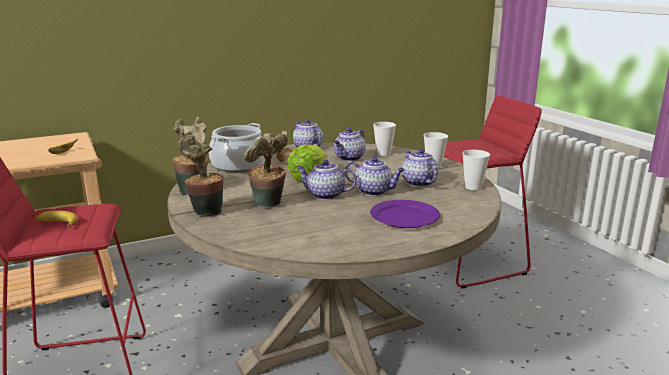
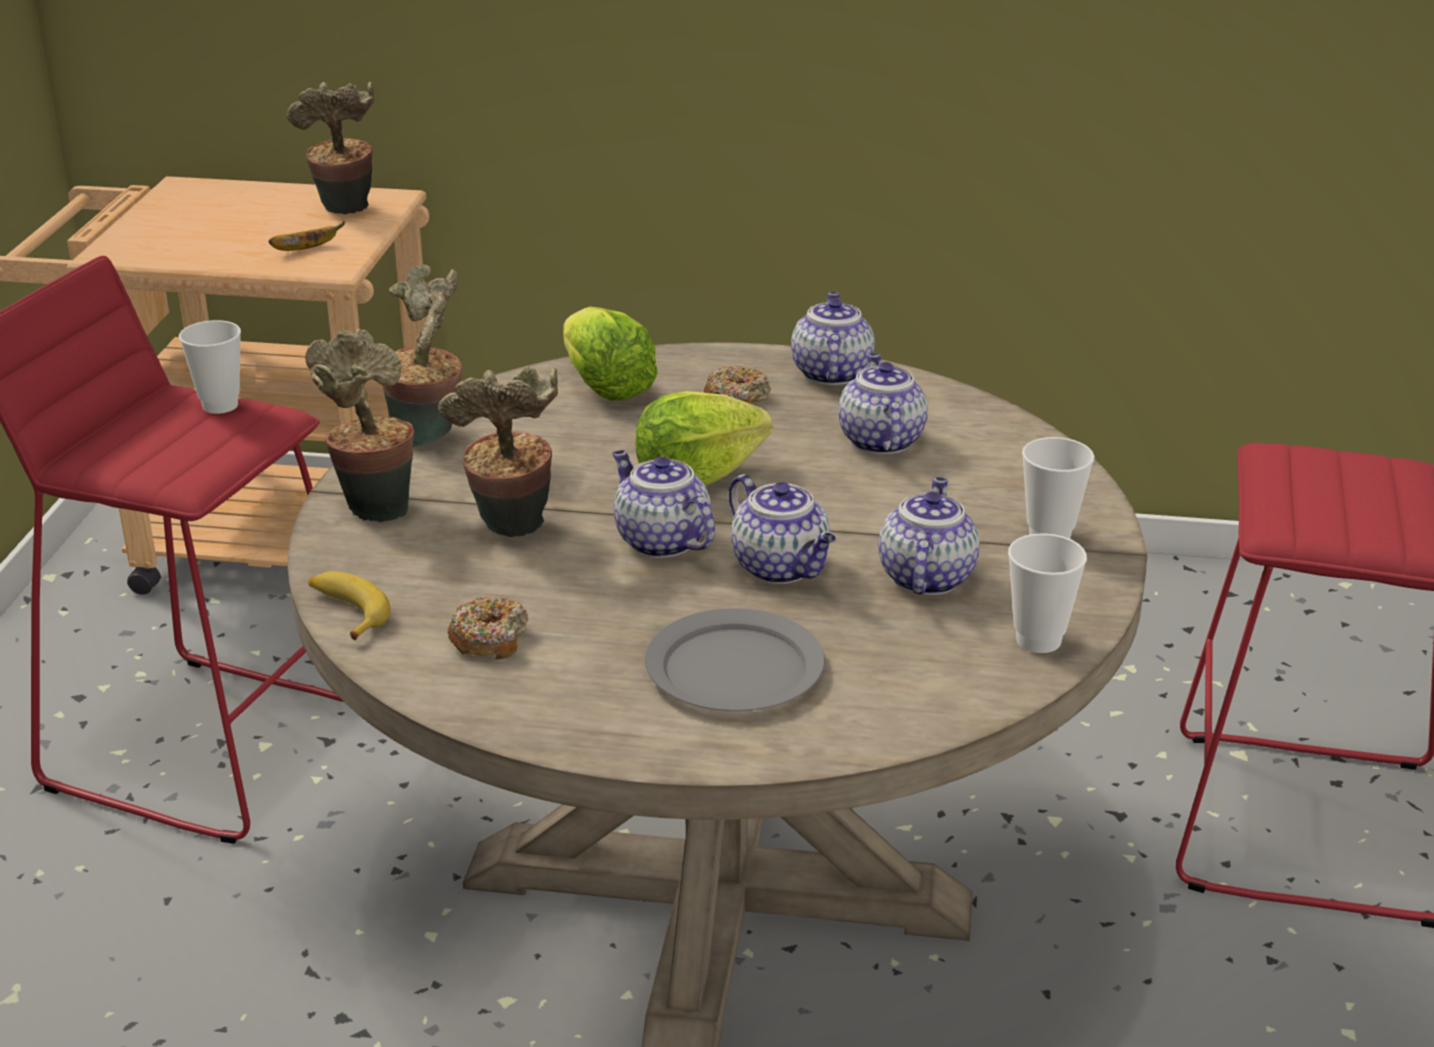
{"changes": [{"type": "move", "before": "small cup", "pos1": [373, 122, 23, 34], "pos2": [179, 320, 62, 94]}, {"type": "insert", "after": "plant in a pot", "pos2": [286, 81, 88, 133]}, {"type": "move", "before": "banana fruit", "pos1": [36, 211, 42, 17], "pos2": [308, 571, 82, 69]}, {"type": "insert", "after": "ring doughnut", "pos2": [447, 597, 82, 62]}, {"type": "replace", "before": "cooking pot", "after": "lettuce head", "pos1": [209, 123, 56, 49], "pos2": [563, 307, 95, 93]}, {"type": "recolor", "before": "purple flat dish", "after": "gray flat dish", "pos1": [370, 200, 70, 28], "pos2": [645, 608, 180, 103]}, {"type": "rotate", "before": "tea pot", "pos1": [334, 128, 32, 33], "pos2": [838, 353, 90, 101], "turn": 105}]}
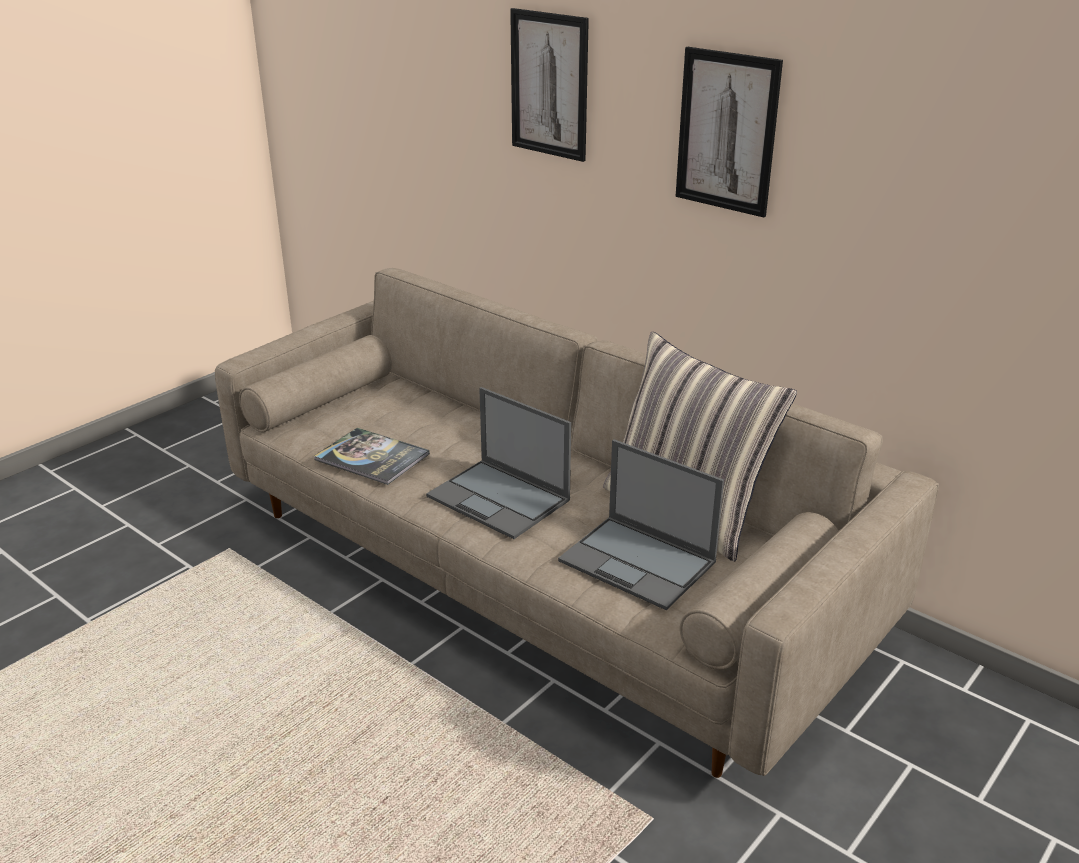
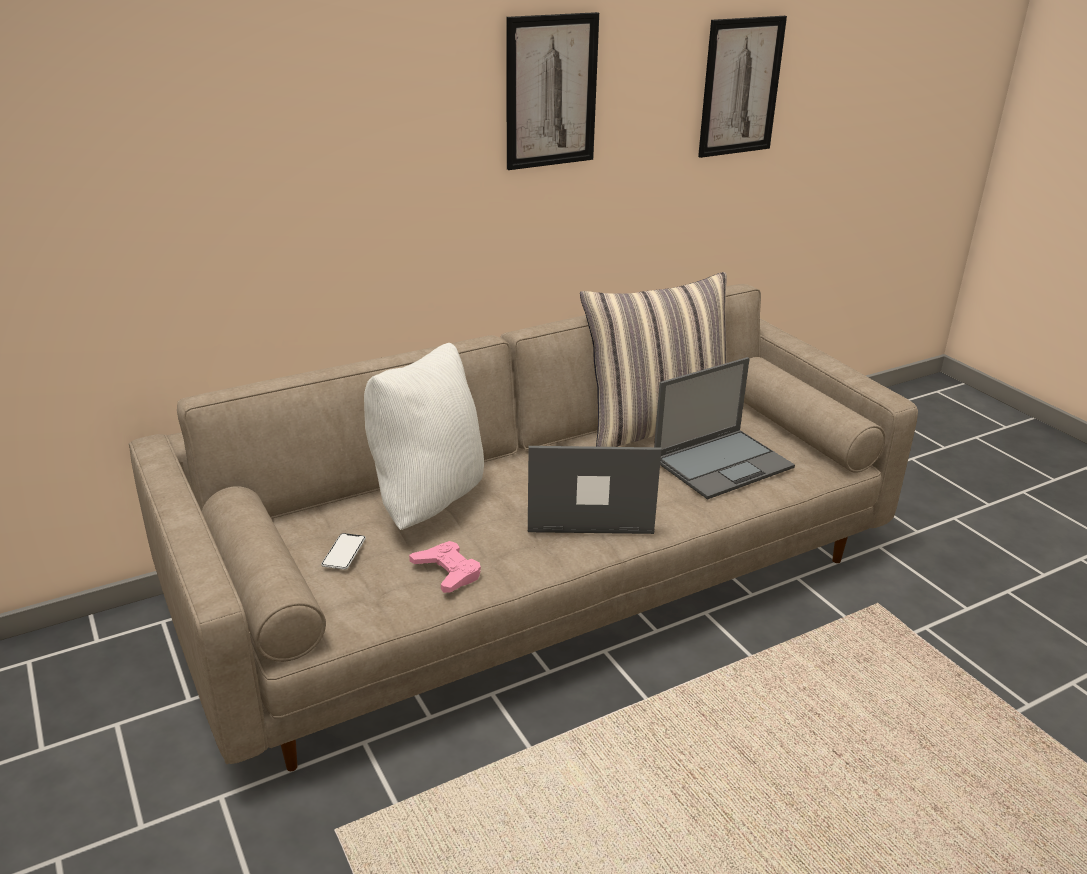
{"changes": [{"type": "insert", "after": "handset", "pos2": [321, 533, 45, 37]}, {"type": "insert", "after": "white-coloured throw pillow", "pos2": [364, 343, 120, 187]}, {"type": "replace", "before": "bound book", "after": "pink-coloured joypad", "pos1": [314, 428, 116, 57], "pos2": [409, 541, 72, 52]}, {"type": "rotate", "before": "laptop", "pos1": [426, 387, 145, 152], "pos2": [528, 446, 134, 88], "turn": -150}, {"type": "move", "before": "wall picture", "pos1": [510, 8, 79, 154], "pos2": [698, 16, 89, 142]}]}
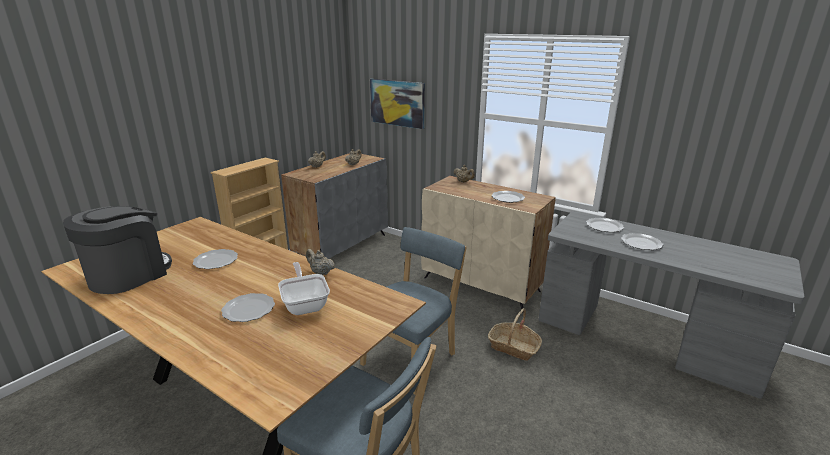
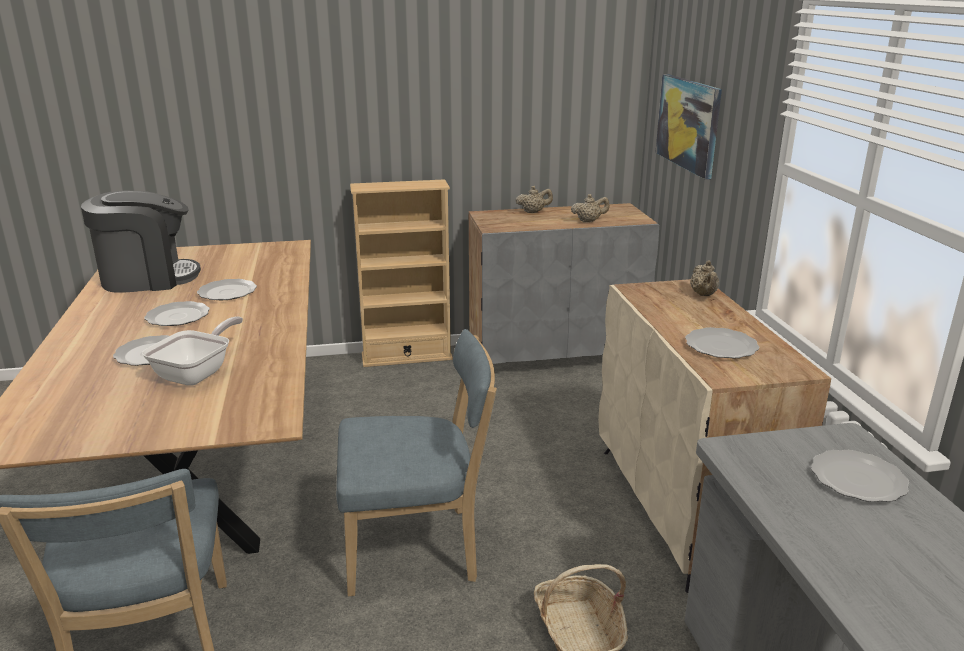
{"changes": [{"type": "move", "before": "flat dish", "pos1": [621, 233, 42, 17], "pos2": [144, 301, 66, 25]}, {"type": "delete", "before": "sand-coloured tea pot", "pos1": [306, 249, 29, 26]}]}
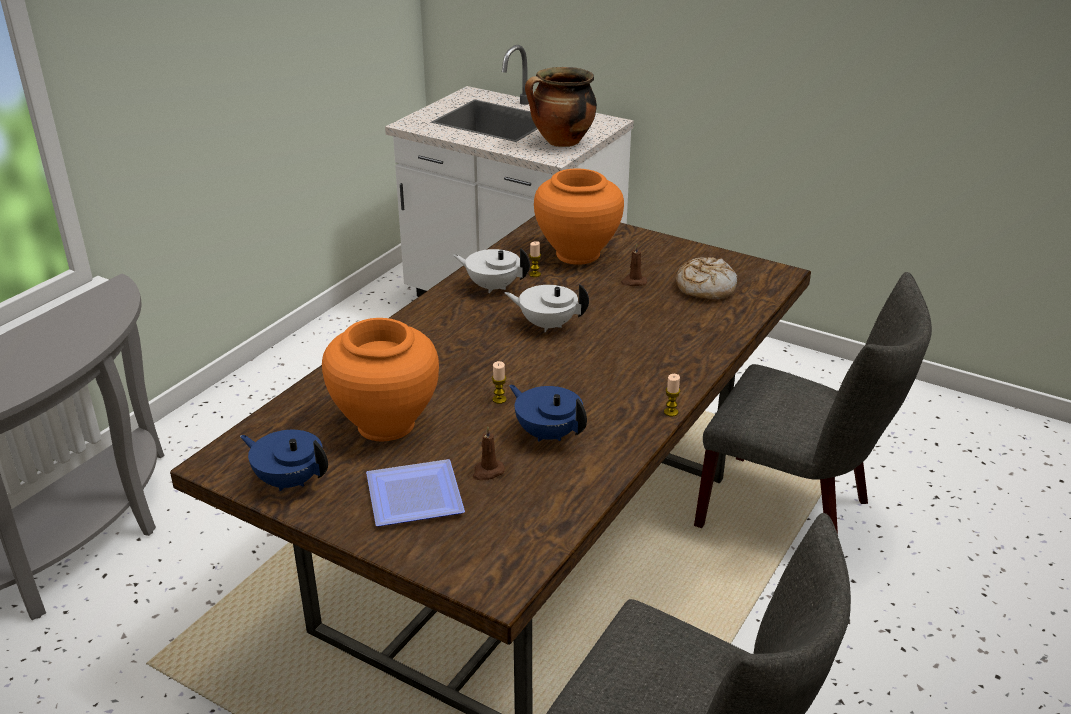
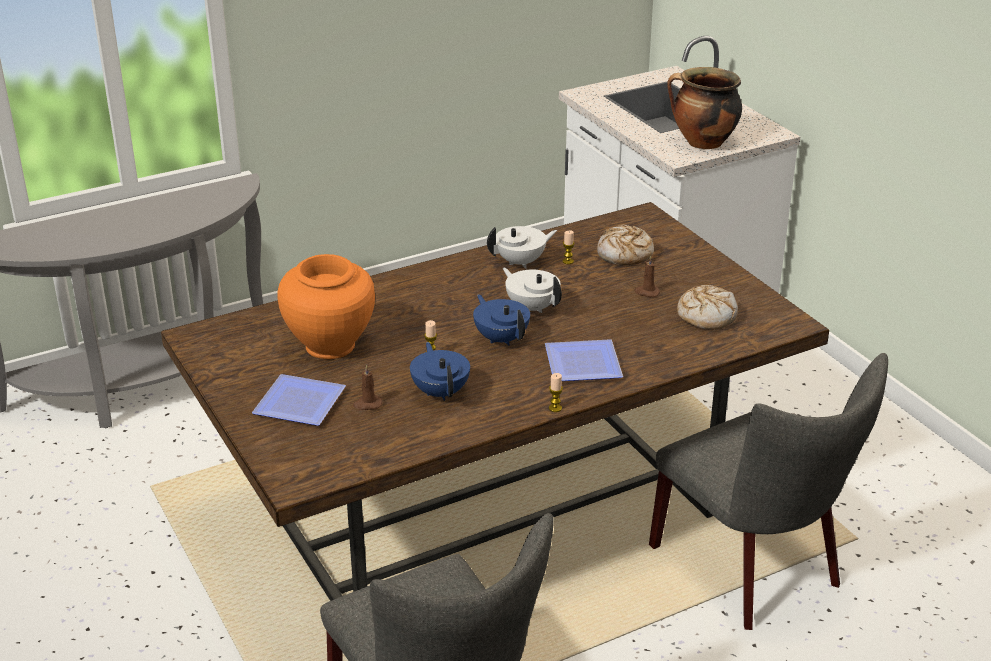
{"changes": [{"type": "move", "before": "blue-coloured tea pot", "pos1": [240, 430, 88, 61], "pos2": [473, 294, 57, 52]}, {"type": "rotate", "before": "white-coloured tea pot", "pos1": [453, 248, 77, 45], "pos2": [487, 226, 70, 43], "turn": 105}, {"type": "insert", "after": "flat dish", "pos2": [545, 339, 78, 42]}, {"type": "replace", "before": "orange flower vase", "after": "bread", "pos1": [534, 168, 90, 97], "pos2": [597, 224, 57, 41]}]}
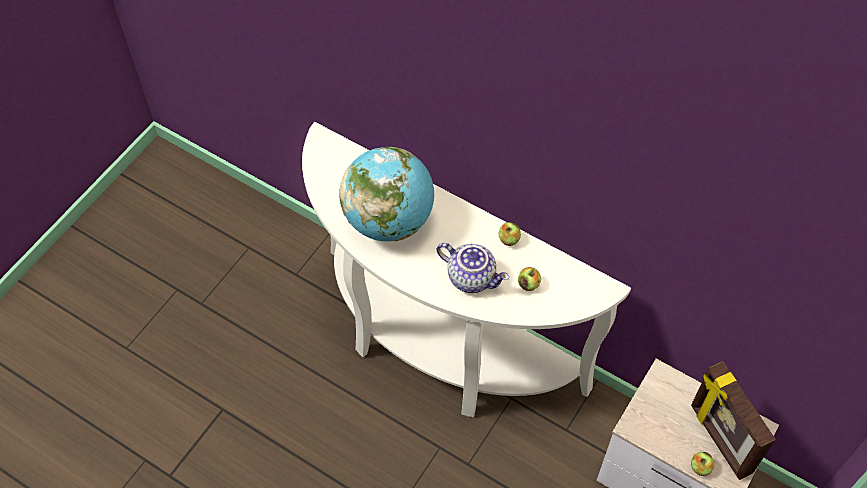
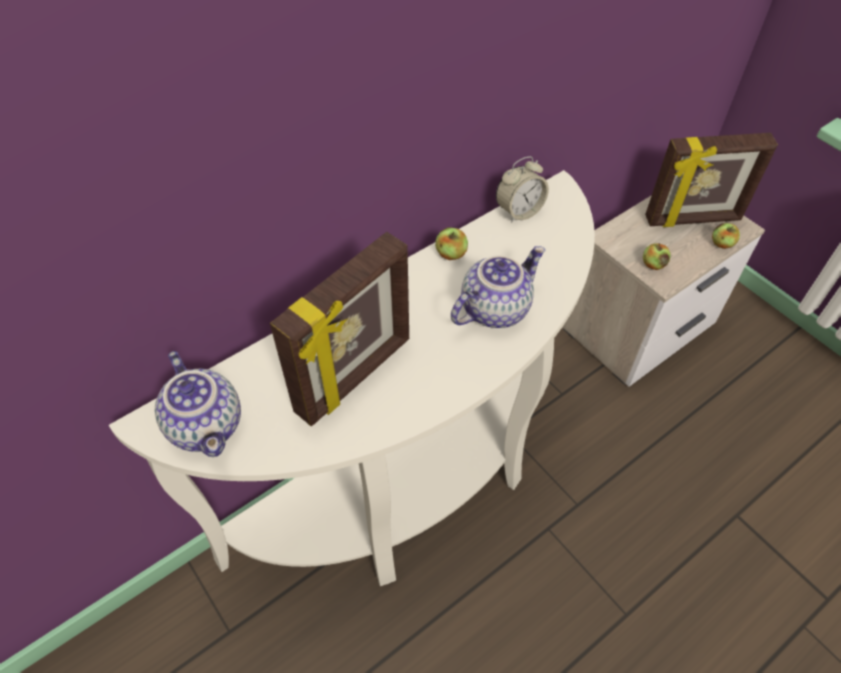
{"changes": [{"type": "insert", "after": "tea pot", "pos2": [155, 351, 86, 106]}, {"type": "replace", "before": "desk globe", "after": "standing frame", "pos1": [339, 147, 95, 94], "pos2": [270, 232, 139, 194]}, {"type": "insert", "after": "alarm clock", "pos2": [496, 156, 53, 67]}, {"type": "move", "before": "apple", "pos1": [518, 267, 23, 24], "pos2": [643, 243, 28, 27]}]}
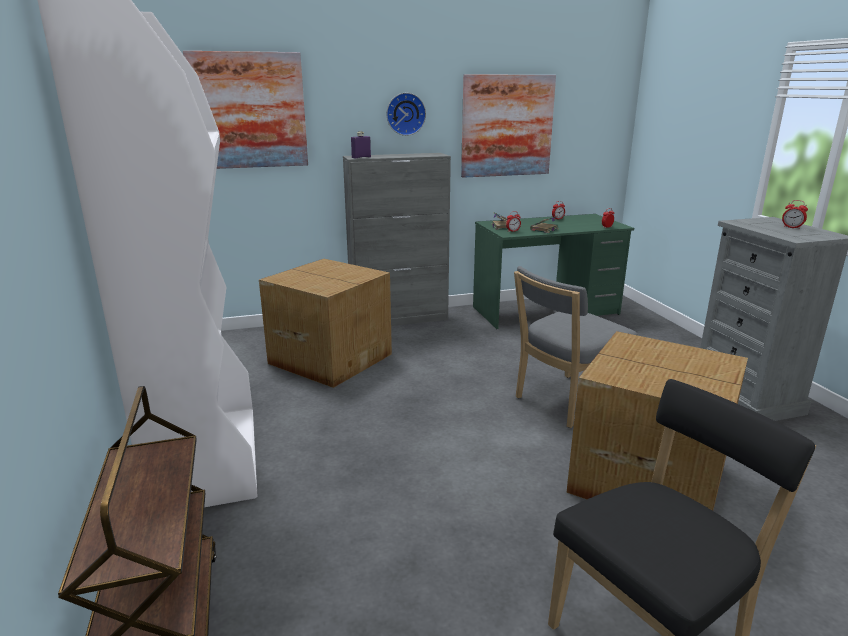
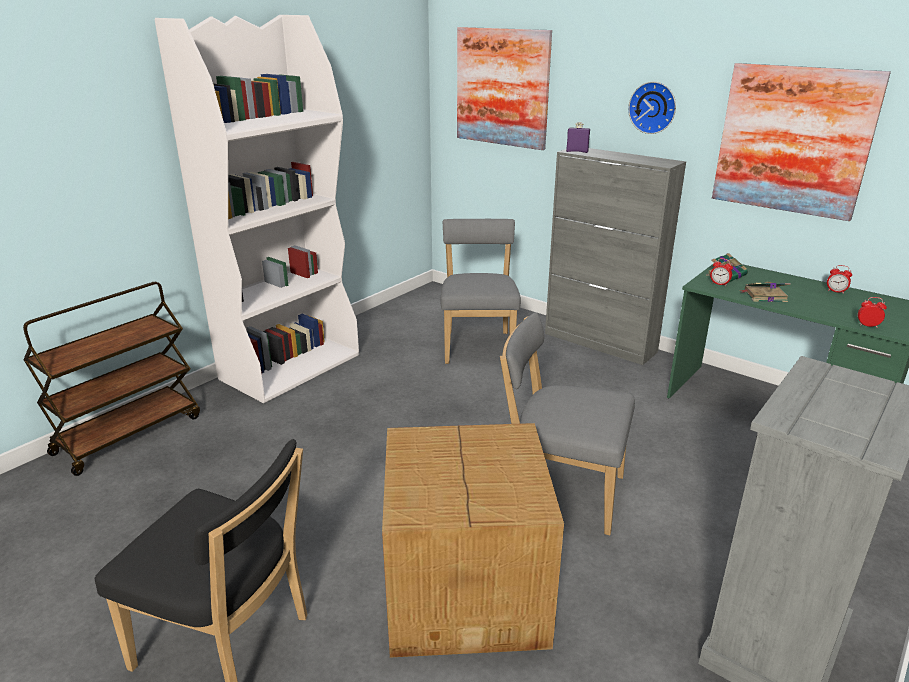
{"changes": [{"type": "replace", "before": "carton", "after": "gray plain chair", "pos1": [259, 259, 133, 129], "pos2": [440, 219, 81, 145]}, {"type": "delete", "before": "alarm clock", "pos1": [782, 200, 26, 29]}]}
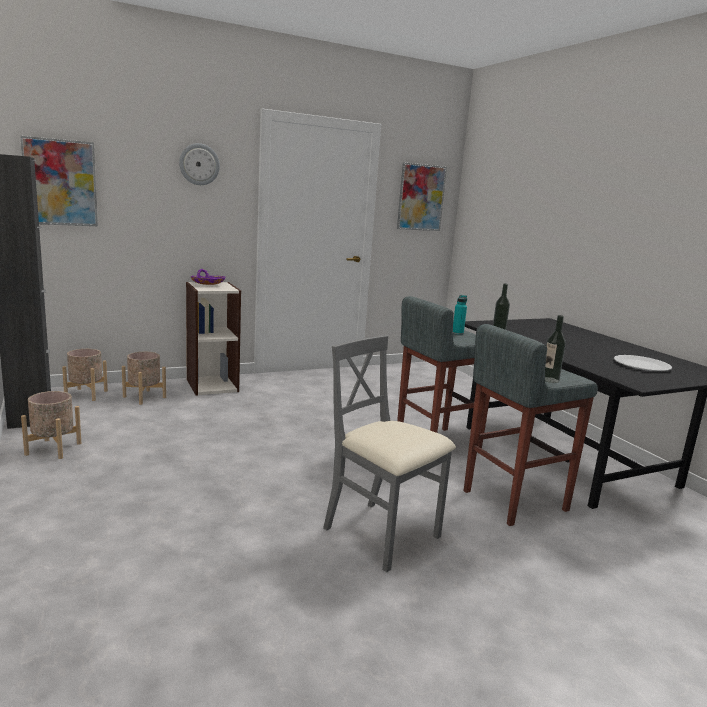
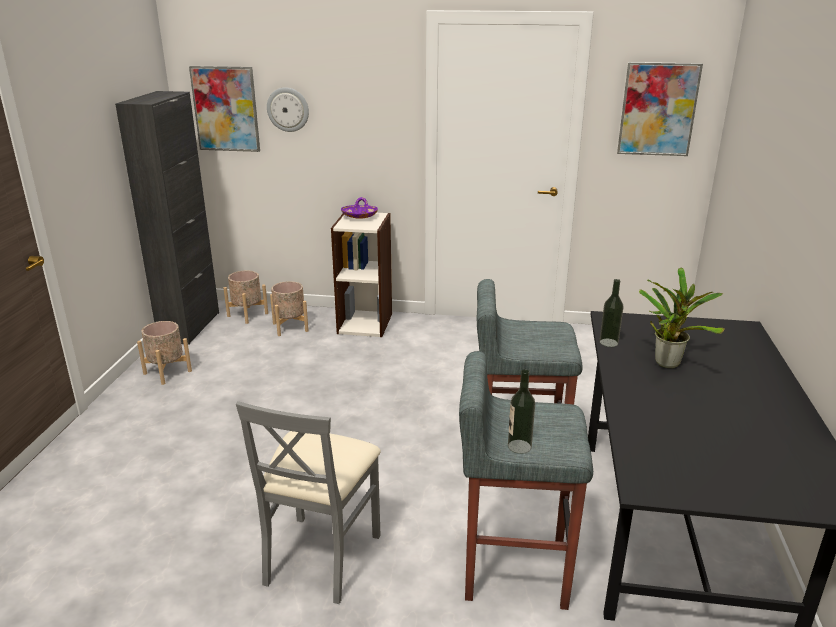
{"changes": [{"type": "rotate", "before": "gray plain chair", "pos1": [323, 335, 133, 237], "pos2": [236, 401, 145, 203], "turn": -150}, {"type": "move", "before": "clock on the wall", "pos1": [179, 143, 41, 42], "pos2": [267, 87, 42, 45]}, {"type": "insert", "after": "plant in a pot", "pos2": [639, 268, 85, 100]}, {"type": "delete", "before": "turquoise-coloured beverage bottle", "pos1": [453, 295, 14, 40]}, {"type": "delete", "before": "white-coloured flat dish", "pos1": [614, 355, 58, 16]}]}
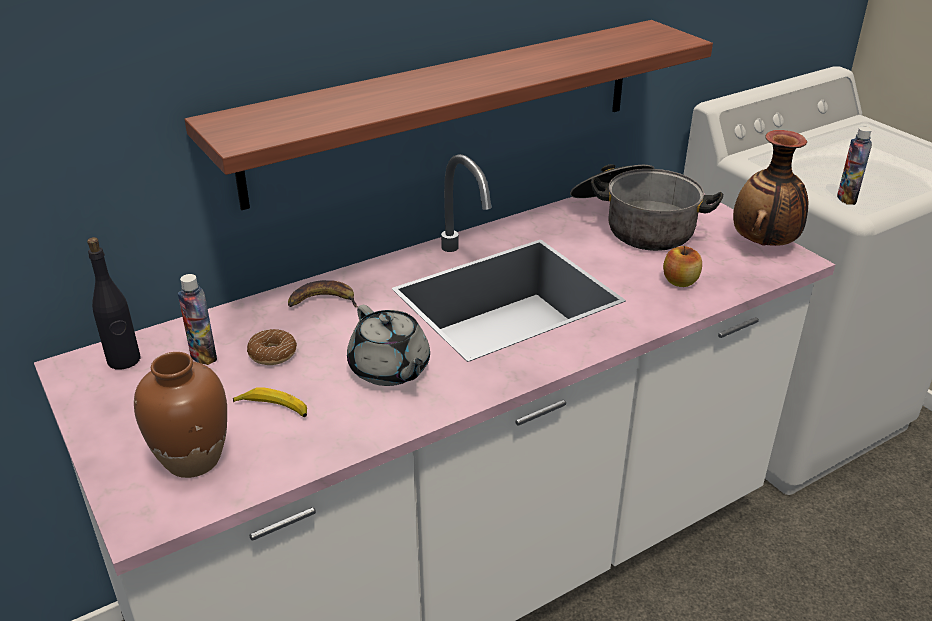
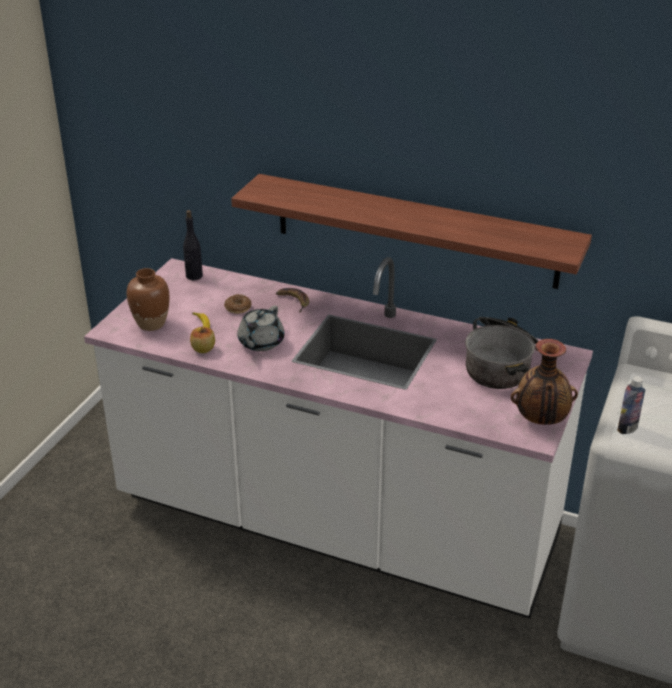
{"changes": [{"type": "move", "before": "apple", "pos1": [663, 246, 39, 41], "pos2": [190, 327, 25, 26]}, {"type": "delete", "before": "beverage bottle", "pos1": [178, 274, 39, 91]}]}
